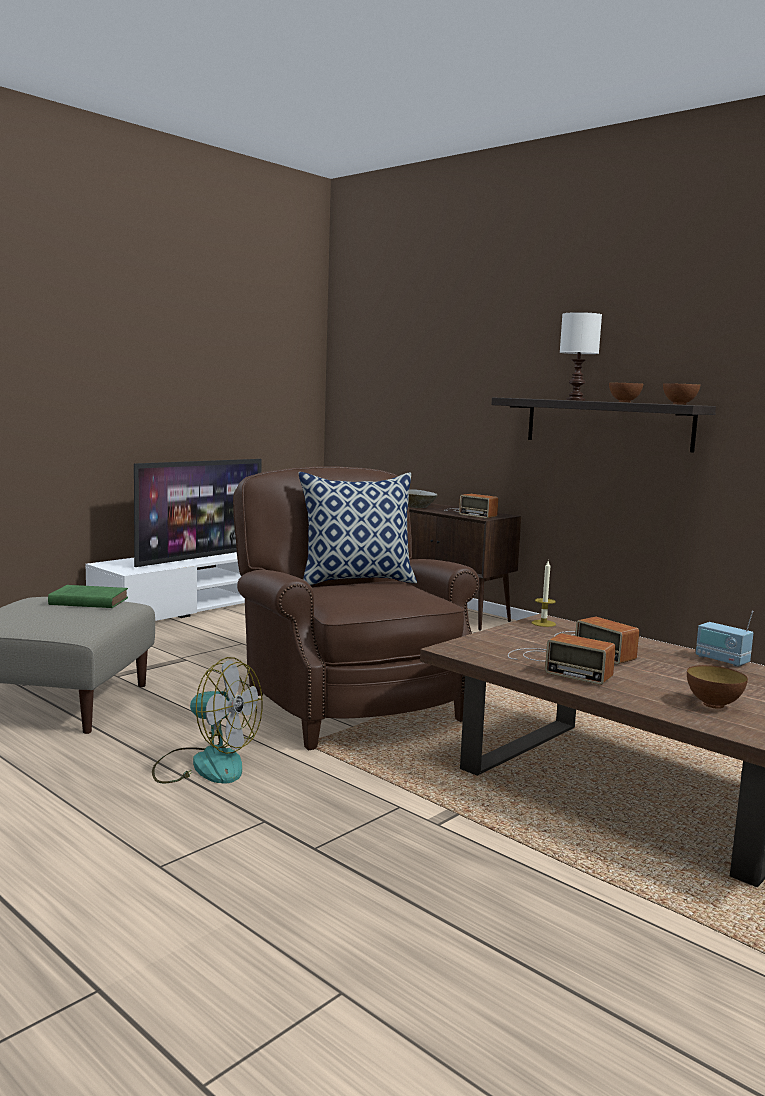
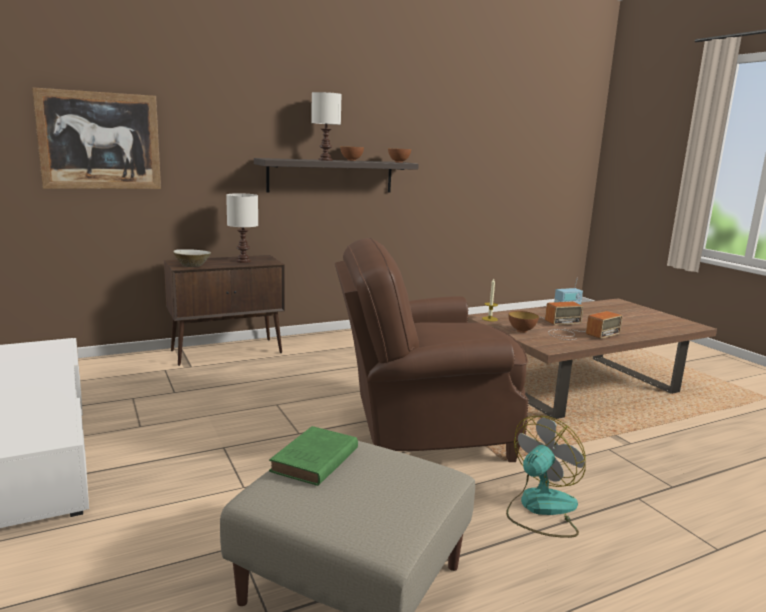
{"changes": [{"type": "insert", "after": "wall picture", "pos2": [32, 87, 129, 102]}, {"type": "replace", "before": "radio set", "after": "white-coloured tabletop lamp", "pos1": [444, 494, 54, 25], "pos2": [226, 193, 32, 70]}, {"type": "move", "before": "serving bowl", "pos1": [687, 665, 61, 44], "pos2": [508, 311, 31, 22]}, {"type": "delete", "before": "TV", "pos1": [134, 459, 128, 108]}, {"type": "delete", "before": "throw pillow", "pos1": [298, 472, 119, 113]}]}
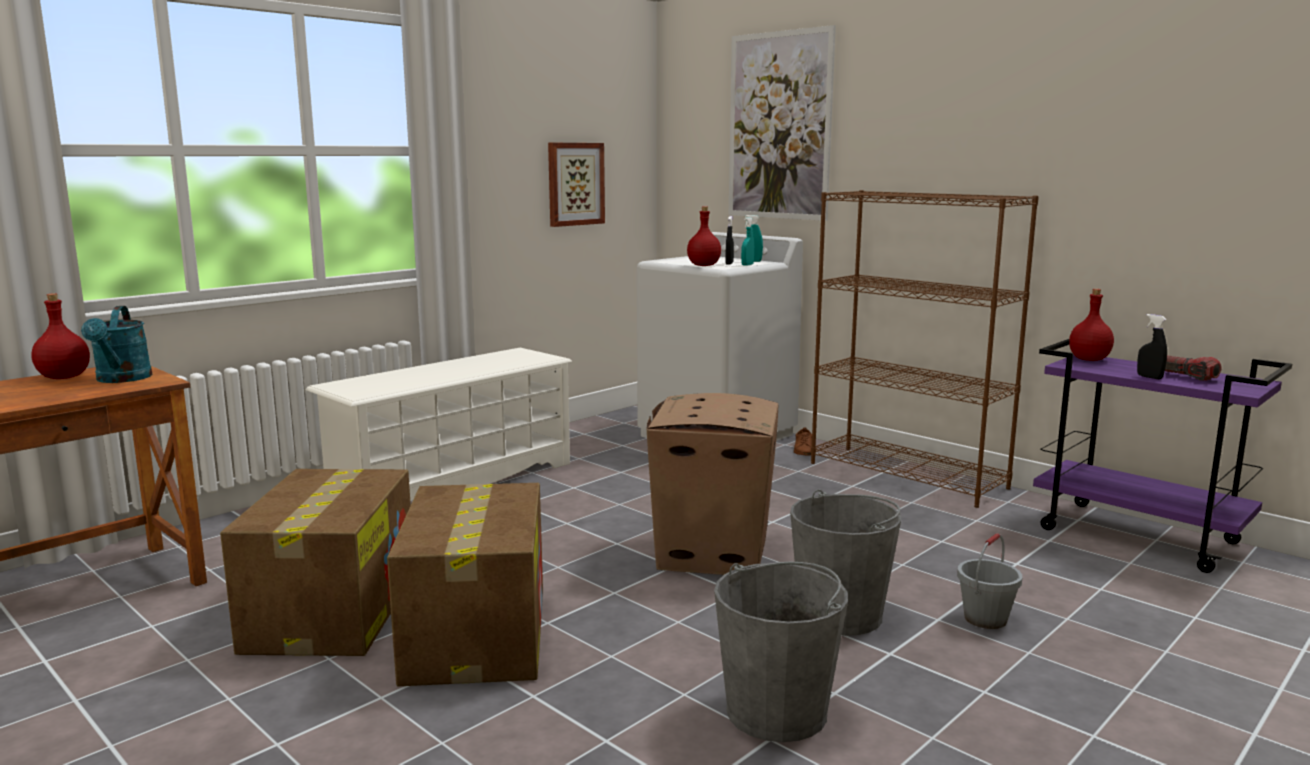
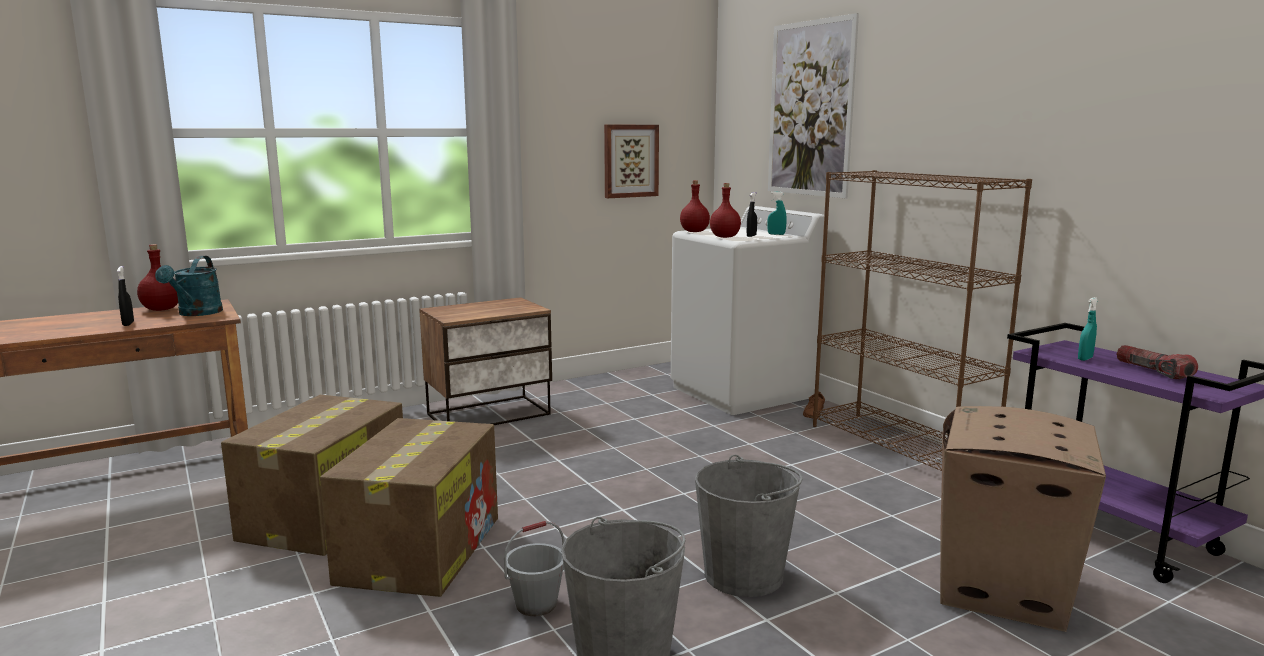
{"changes": [{"type": "move", "before": "black sprayer", "pos1": [1137, 314, 30, 65], "pos2": [117, 266, 17, 60]}, {"type": "replace", "before": "white-coloured shoe shelf", "after": "bedside table", "pos1": [306, 348, 266, 152], "pos2": [419, 297, 133, 128]}, {"type": "move", "before": "gray bucket", "pos1": [957, 533, 65, 96], "pos2": [504, 521, 60, 95]}, {"type": "move", "before": "red-coloured beverage bottle", "pos1": [1069, 289, 45, 72], "pos2": [680, 180, 30, 52]}, {"type": "move", "before": "carton", "pos1": [647, 393, 131, 182], "pos2": [940, 406, 166, 226]}, {"type": "move", "before": "turquoise-coloured sprayer", "pos1": [741, 217, 13, 49], "pos2": [1078, 297, 20, 64]}]}
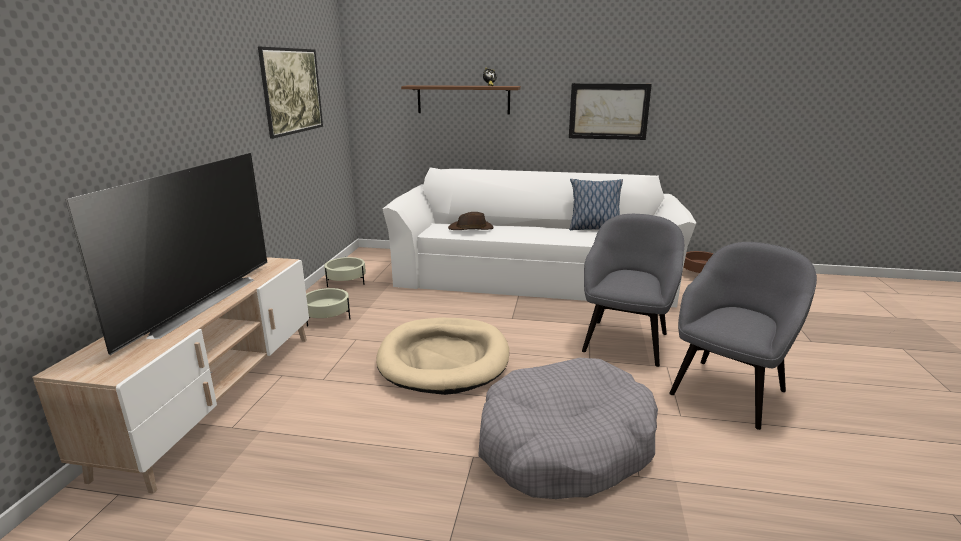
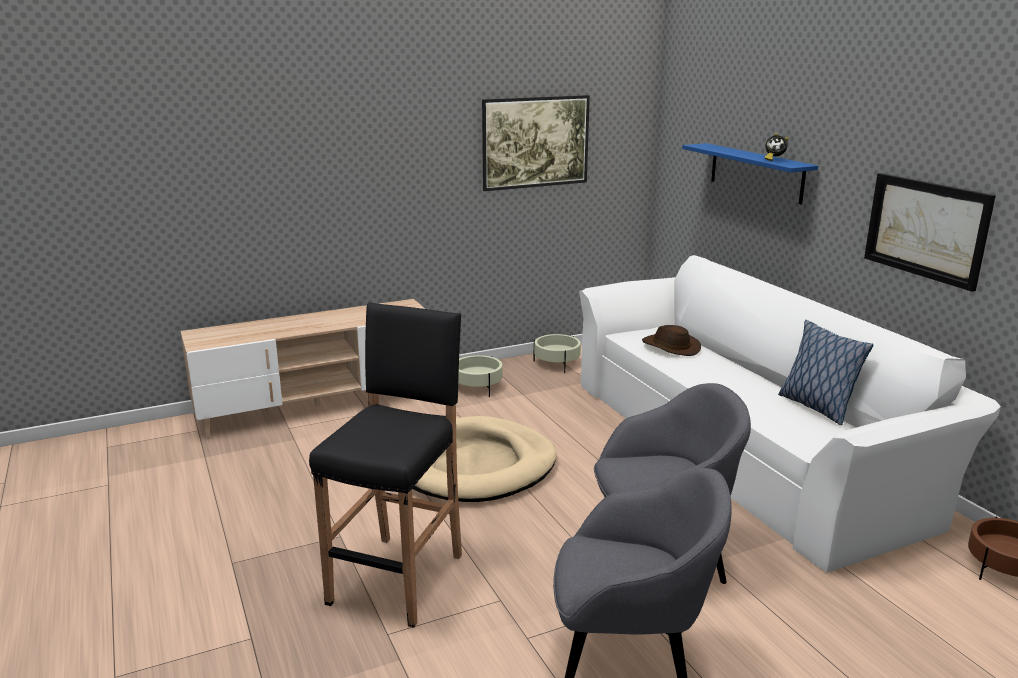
{"changes": [{"type": "replace", "before": "gray dog cushion", "after": "black stool", "pos1": [478, 358, 180, 141], "pos2": [309, 302, 153, 326]}, {"type": "recolor", "before": "brown wall shelf", "after": "blue-coloured wall shelf", "pos1": [401, 85, 120, 30], "pos2": [682, 143, 136, 61]}, {"type": "delete", "before": "TV", "pos1": [65, 153, 202, 202]}]}
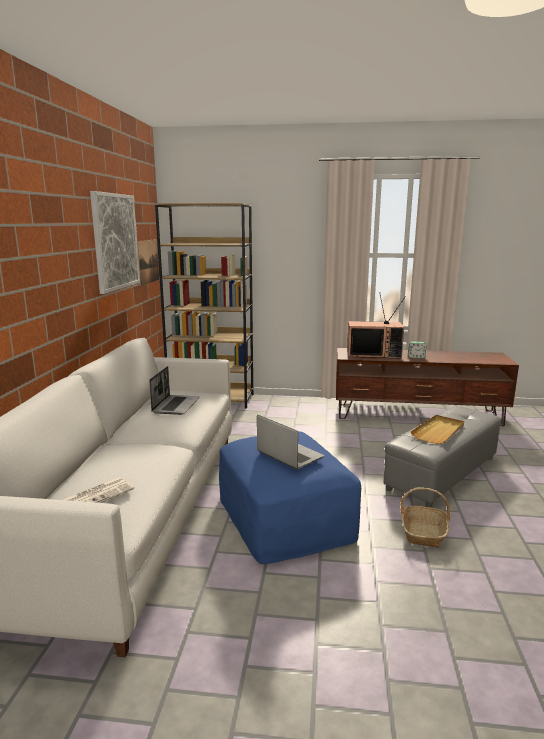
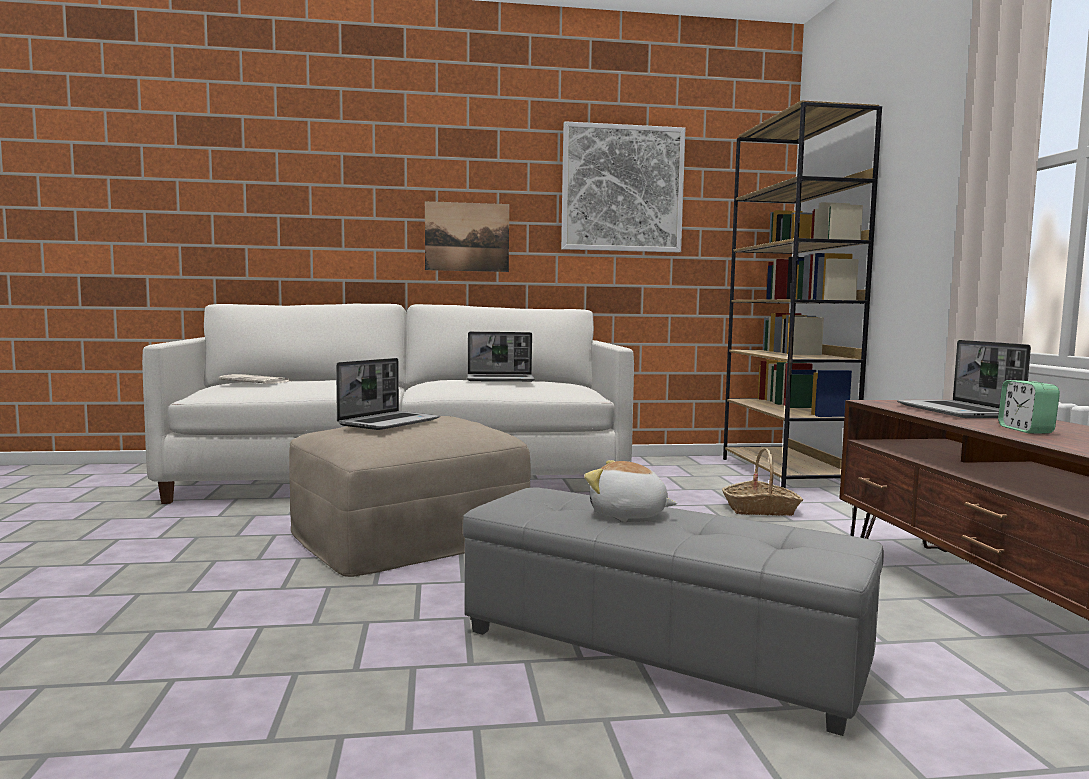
{"changes": [{"type": "recolor", "before": "blue-coloured pouffe", "after": "sand-coloured pouffe", "pos1": [219, 431, 142, 133], "pos2": [289, 416, 242, 161]}, {"type": "move", "before": "wall picture", "pos1": [137, 239, 22, 47], "pos2": [425, 201, 84, 71]}, {"type": "replace", "before": "sand-coloured carrying tray", "after": "plush toy", "pos1": [411, 415, 53, 29], "pos2": [584, 460, 93, 59]}, {"type": "move", "before": "basket", "pos1": [400, 487, 50, 61], "pos2": [722, 448, 81, 68]}, {"type": "replace", "before": "TV", "after": "laptop", "pos1": [347, 292, 59, 66], "pos2": [897, 340, 134, 78]}]}
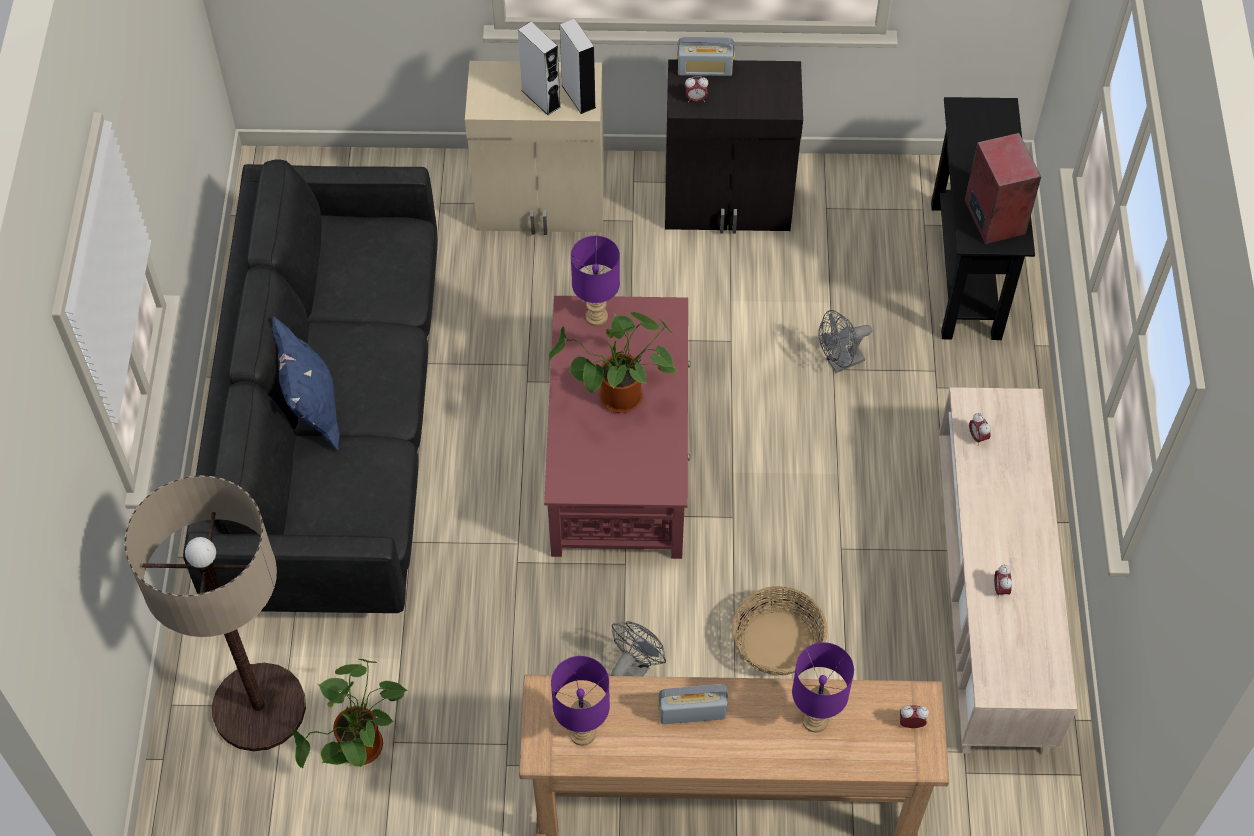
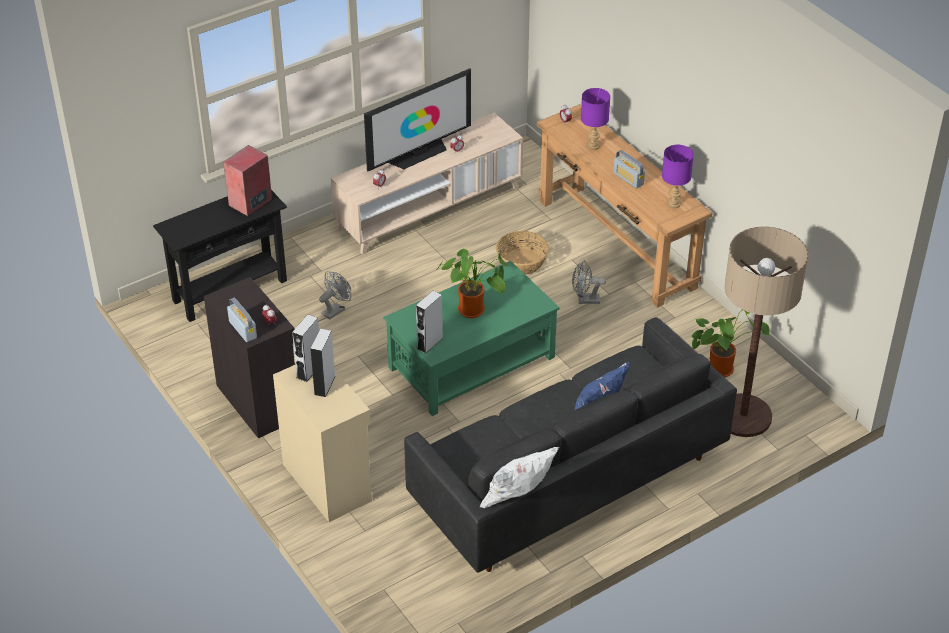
{"changes": [{"type": "rotate", "before": "gray cooling fan", "pos1": [819, 310, 53, 63], "pos2": [319, 271, 32, 49], "turn": -75}, {"type": "insert", "after": "TV", "pos2": [364, 68, 107, 104]}, {"type": "recolor", "before": "red-coloured lounge table", "after": "green-coloured lounge table", "pos1": [544, 296, 147, 263], "pos2": [384, 261, 175, 155]}, {"type": "replace", "before": "purple tabletop lamp", "after": "gray loudspeaker", "pos1": [571, 236, 49, 90], "pos2": [416, 290, 27, 64]}, {"type": "insert", "after": "white-coloured throw pillow", "pos2": [480, 447, 79, 61]}]}
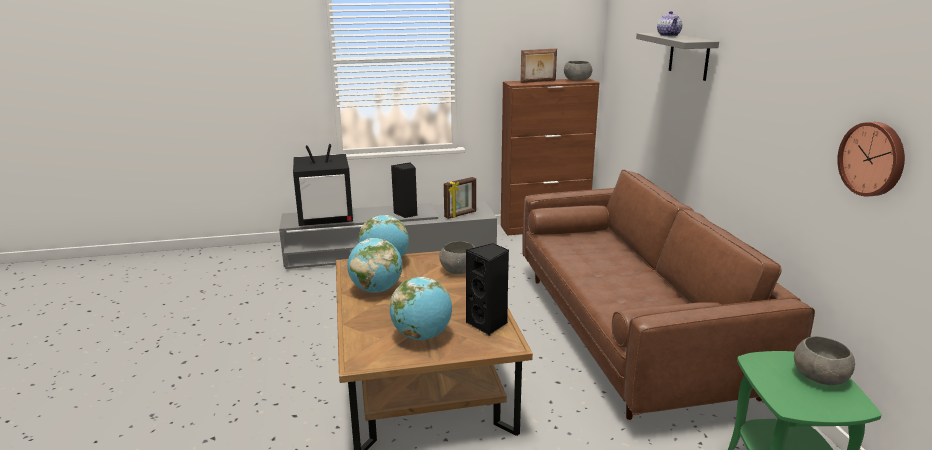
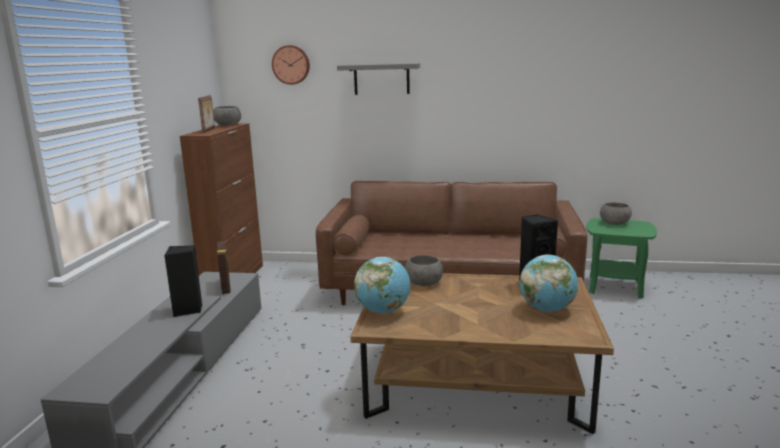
{"changes": [{"type": "move", "before": "clock on the wall", "pos1": [837, 122, 68, 74], "pos2": [272, 45, 38, 40]}, {"type": "delete", "before": "TV", "pos1": [293, 144, 60, 82]}, {"type": "delete", "before": "desk globe", "pos1": [347, 238, 56, 55]}, {"type": "delete", "before": "tea pot", "pos1": [657, 11, 25, 25]}]}
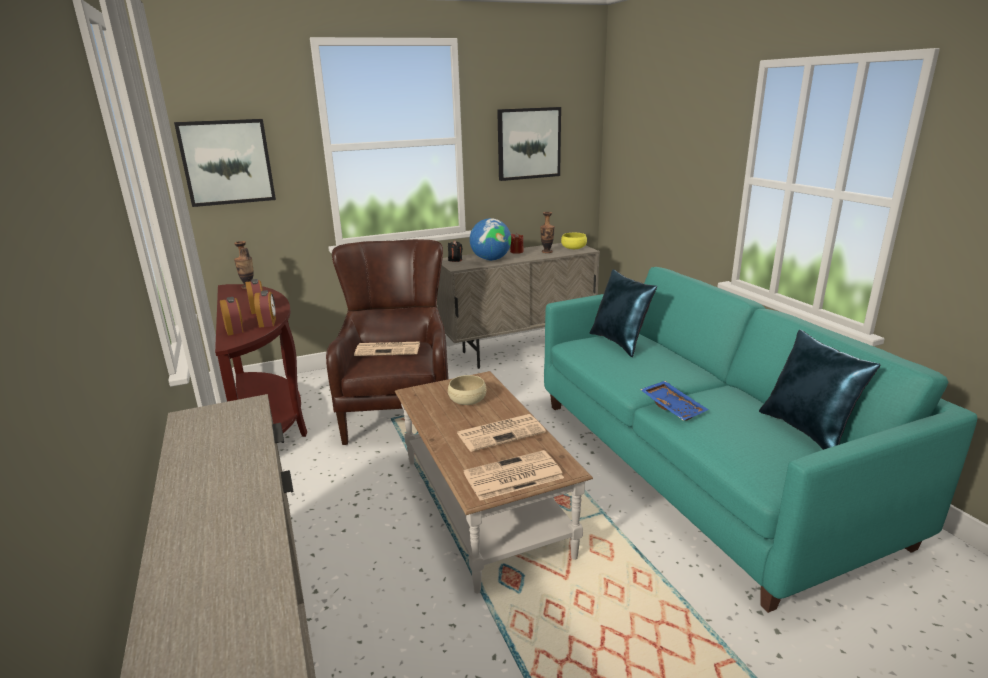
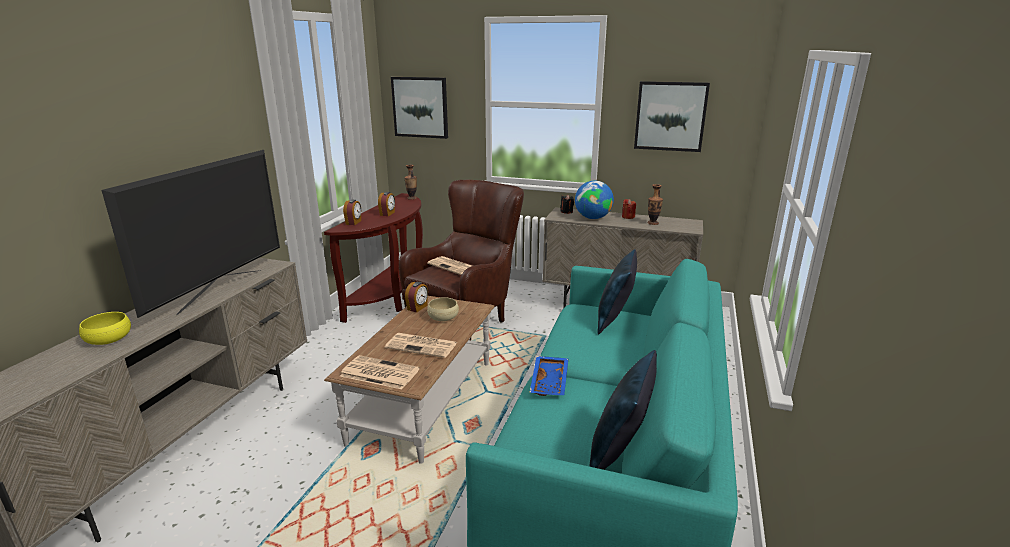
{"changes": [{"type": "move", "before": "yellow-coloured serving bowl", "pos1": [561, 233, 26, 16], "pos2": [79, 312, 52, 33]}, {"type": "insert", "after": "TV", "pos2": [102, 150, 178, 168]}, {"type": "move", "before": "alarm clock", "pos1": [254, 290, 22, 38], "pos2": [405, 282, 23, 30]}]}
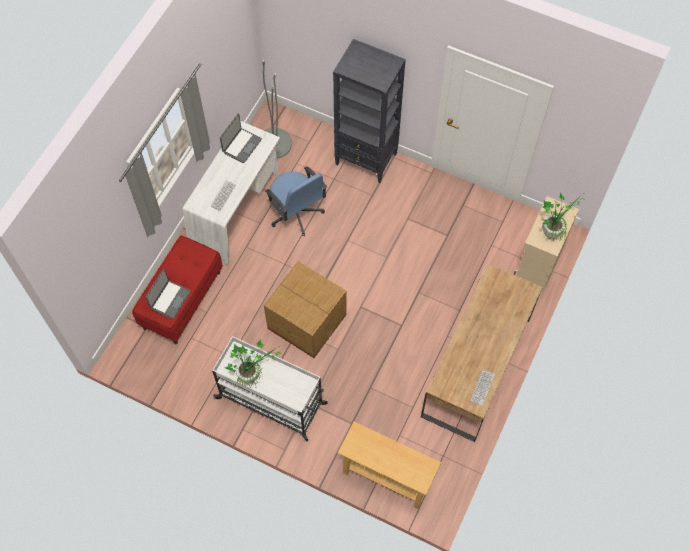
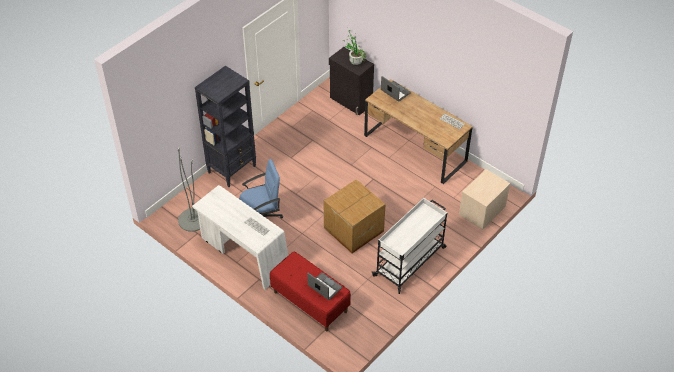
{"changes": [{"type": "recolor", "before": "sand-coloured cabinet", "after": "black cabinet", "pos1": [513, 196, 66, 97], "pos2": [329, 47, 45, 68]}, {"type": "move", "before": "laptop", "pos1": [220, 114, 42, 49], "pos2": [381, 76, 30, 26]}, {"type": "replace", "before": "sand-coloured narrow table", "after": "sand-coloured bedside table", "pos1": [338, 421, 103, 88], "pos2": [459, 169, 51, 61]}, {"type": "delete", "before": "plant in a pot", "pos1": [225, 339, 56, 49]}]}
